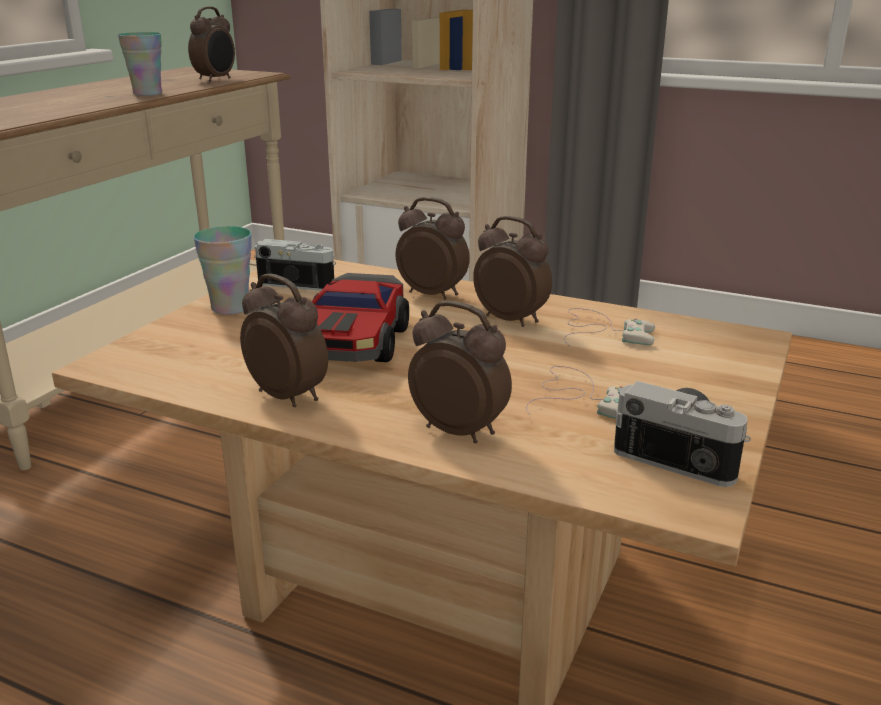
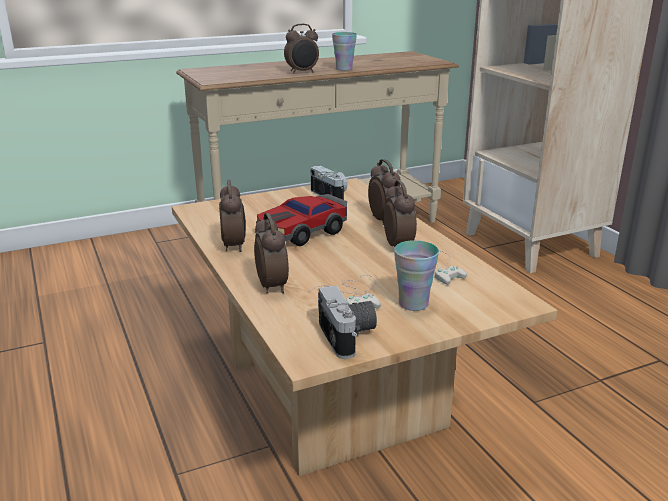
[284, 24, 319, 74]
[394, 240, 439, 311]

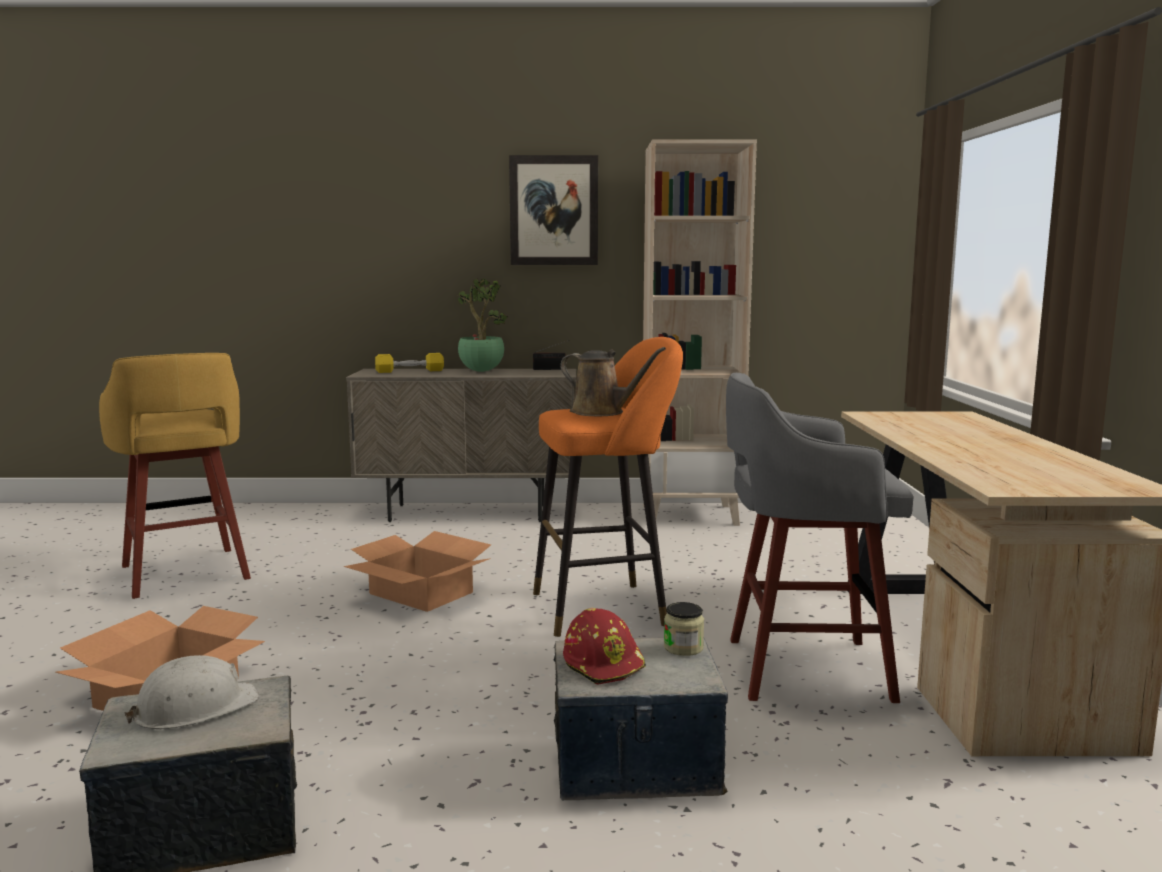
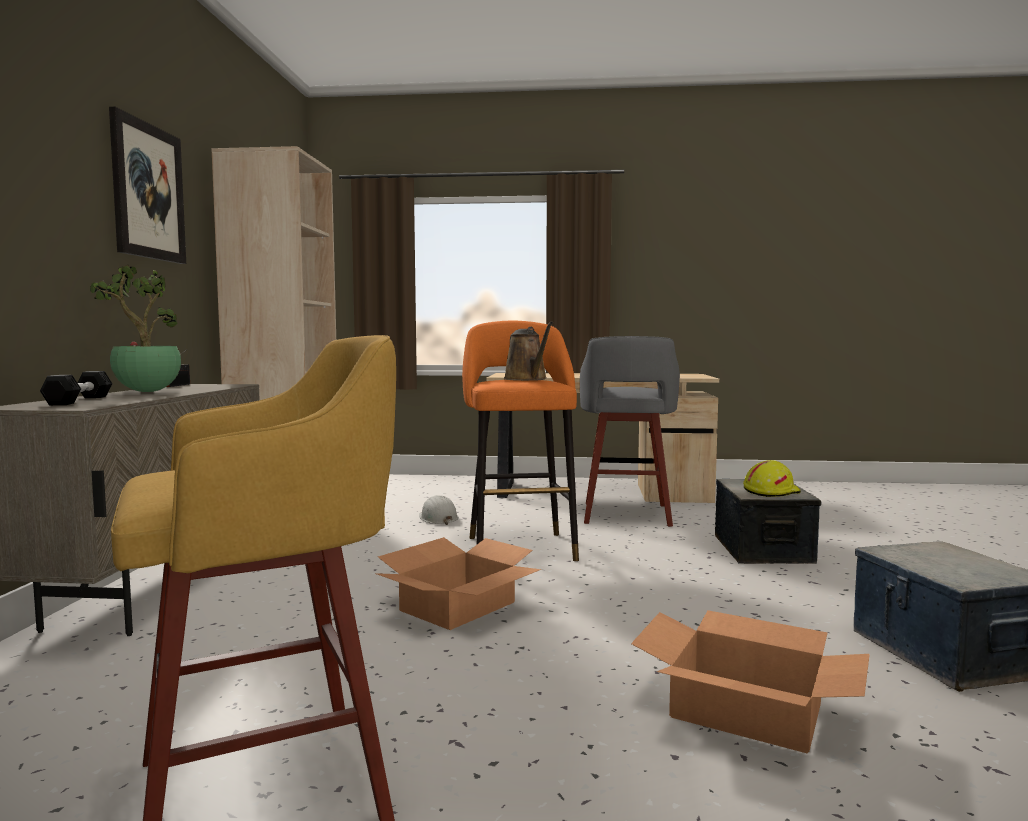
[504, 321, 553, 381]
[40, 371, 112, 405]
[664, 602, 704, 656] (first image)
[743, 460, 801, 497]
[419, 495, 459, 525]

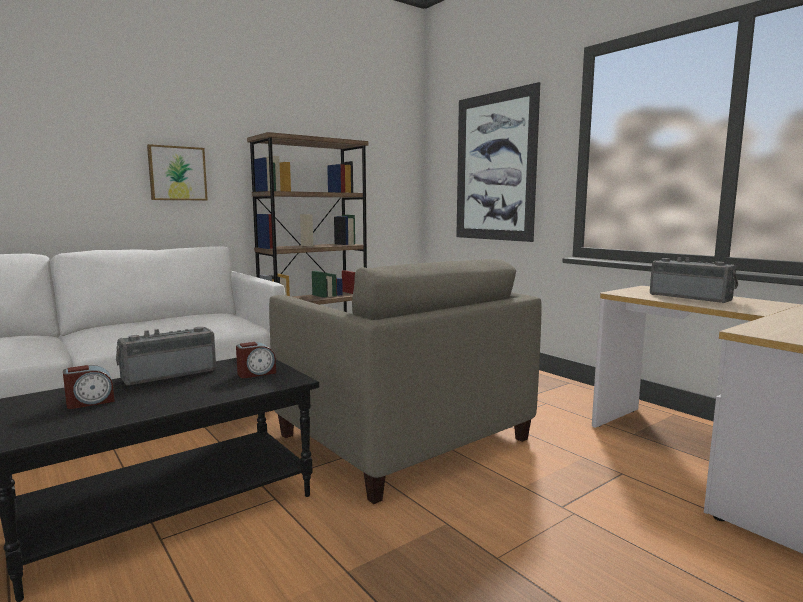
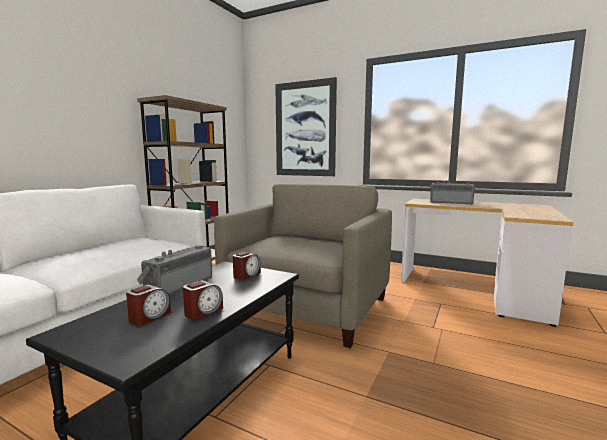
[147, 144, 208, 200] (first image)
[214, 184, 392, 348]
[183, 281, 223, 320]

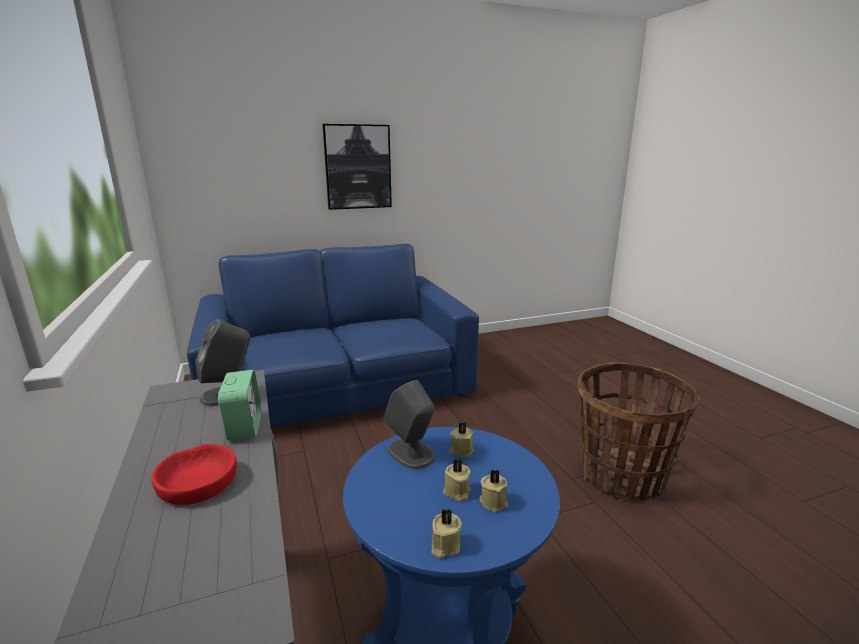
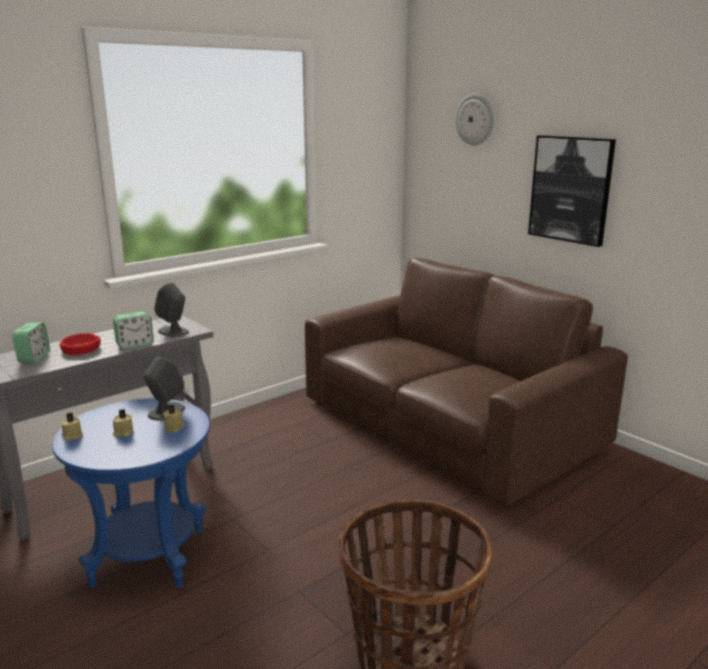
[305, 258, 628, 505]
[479, 469, 508, 512] (first image)
[455, 93, 494, 145]
[12, 323, 50, 363]

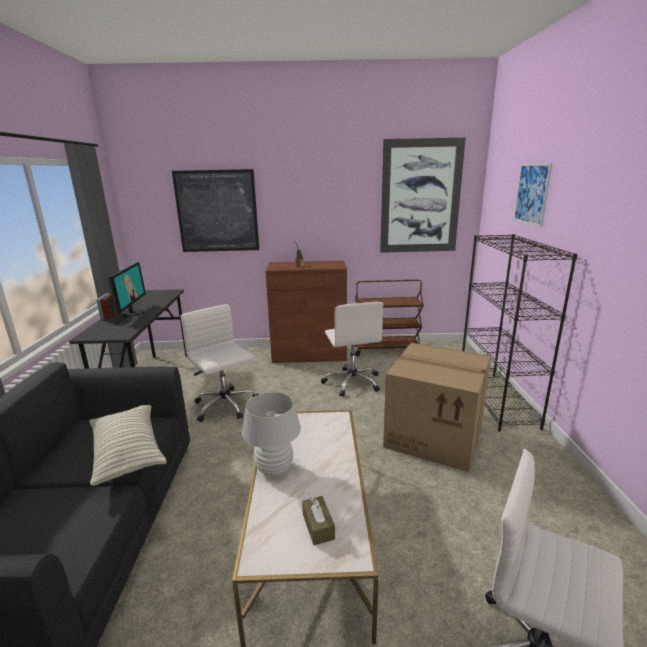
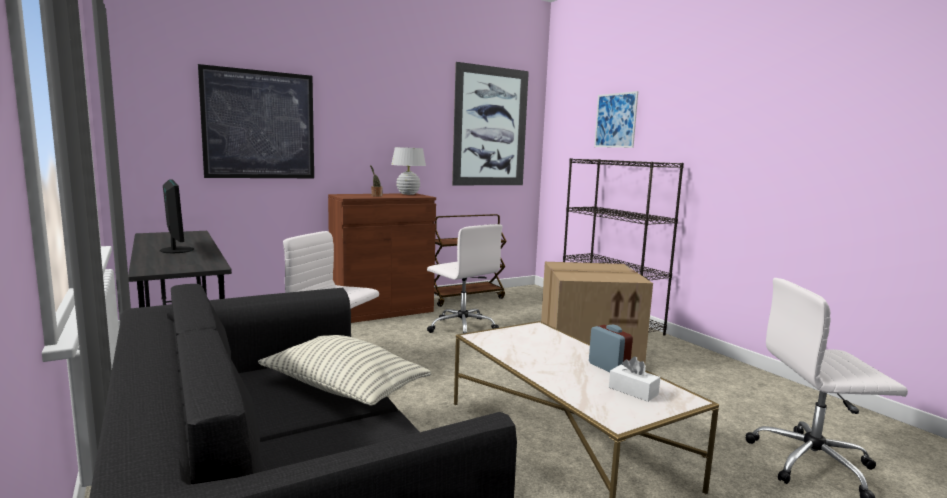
[589, 325, 633, 373]
[391, 147, 426, 195]
[609, 357, 660, 402]

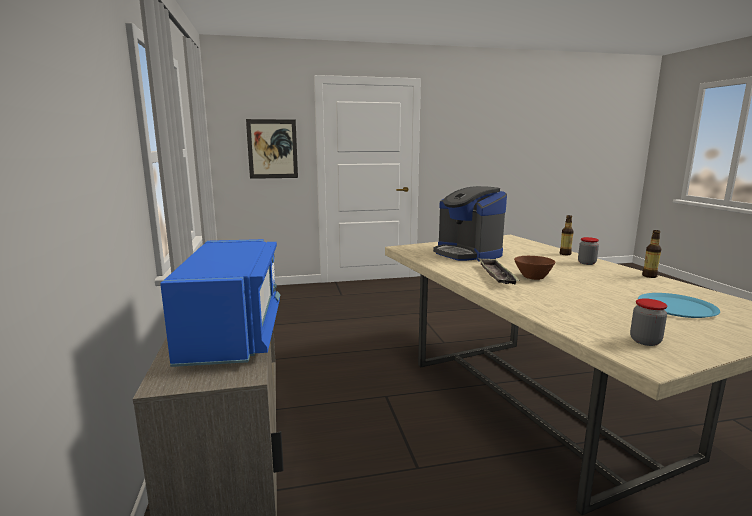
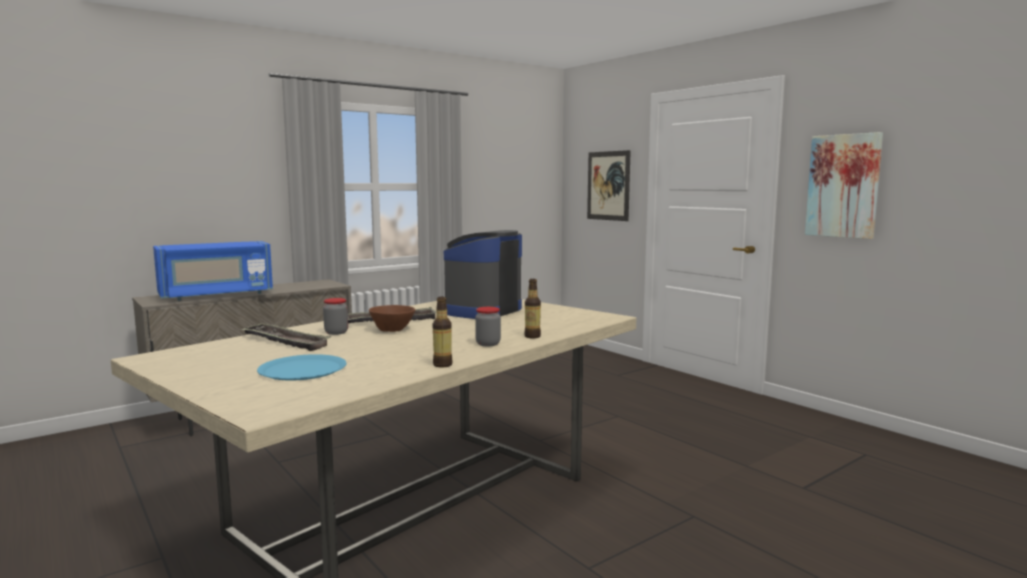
[323, 298, 348, 335]
[805, 132, 883, 239]
[240, 323, 331, 351]

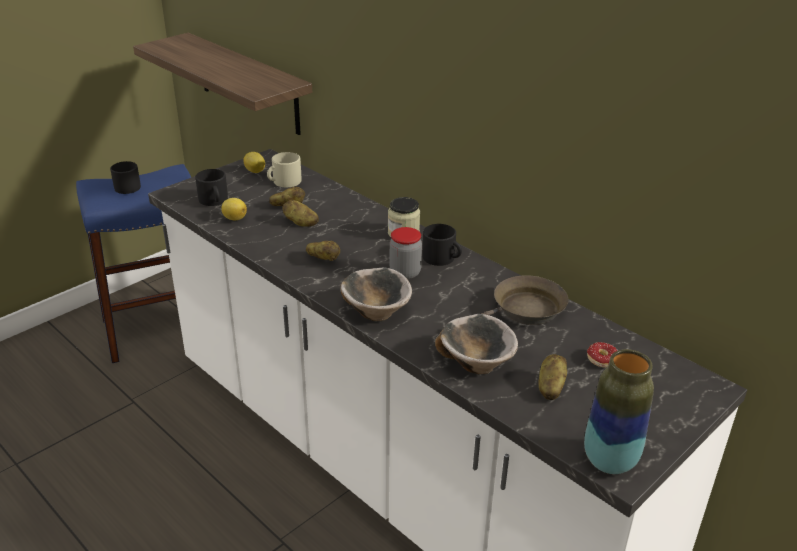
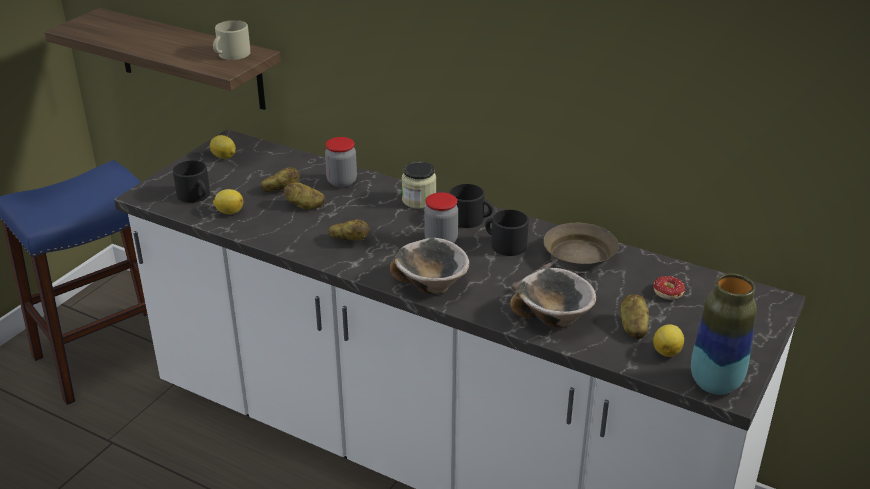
[213, 20, 250, 60]
[485, 210, 529, 256]
[325, 137, 357, 188]
[653, 324, 684, 357]

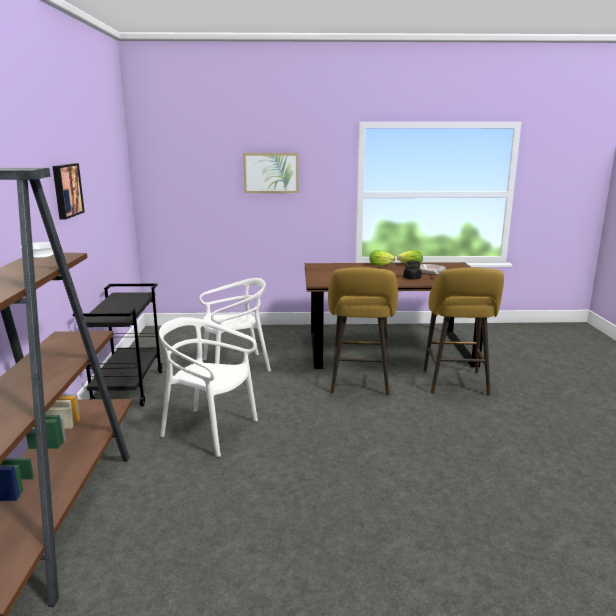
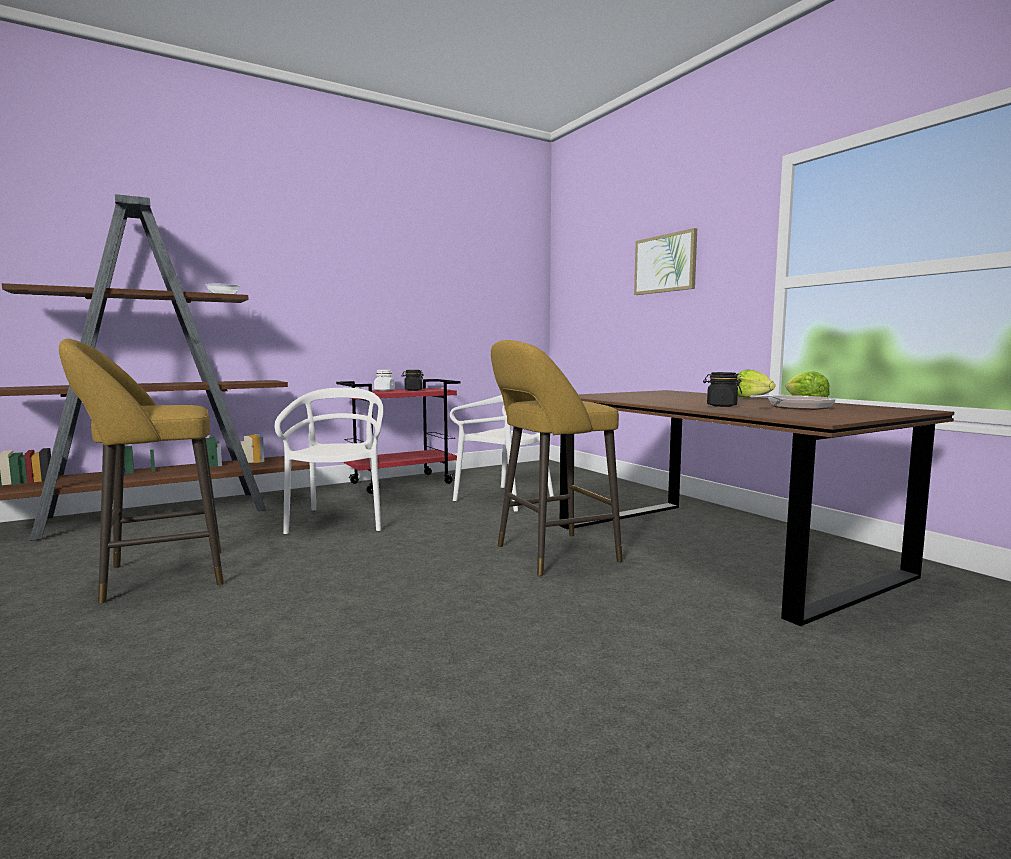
[52, 163, 85, 219] (first image)
[59, 339, 224, 603]
[336, 379, 461, 494]
[374, 370, 395, 391]
[402, 370, 424, 391]

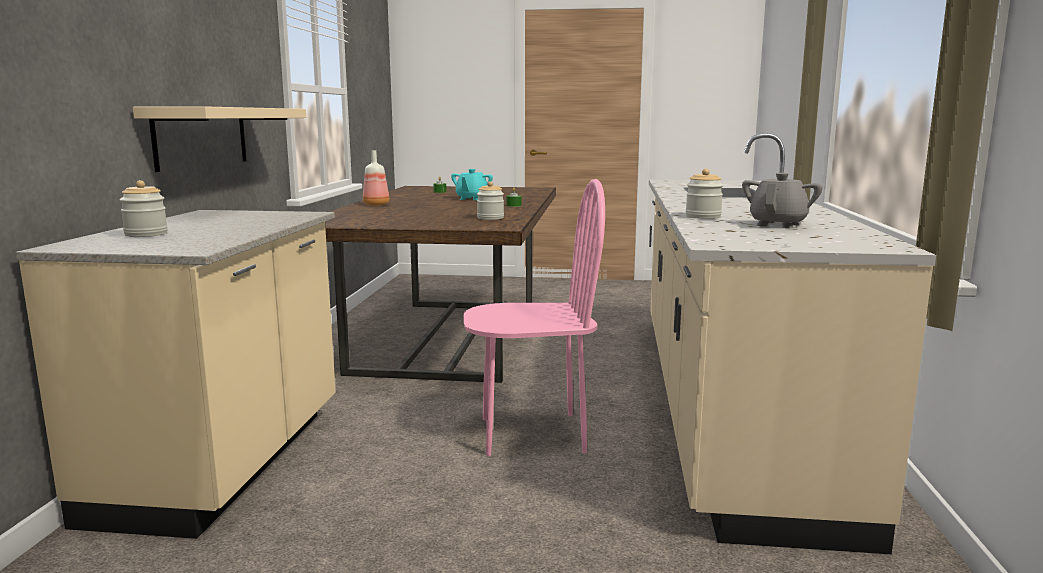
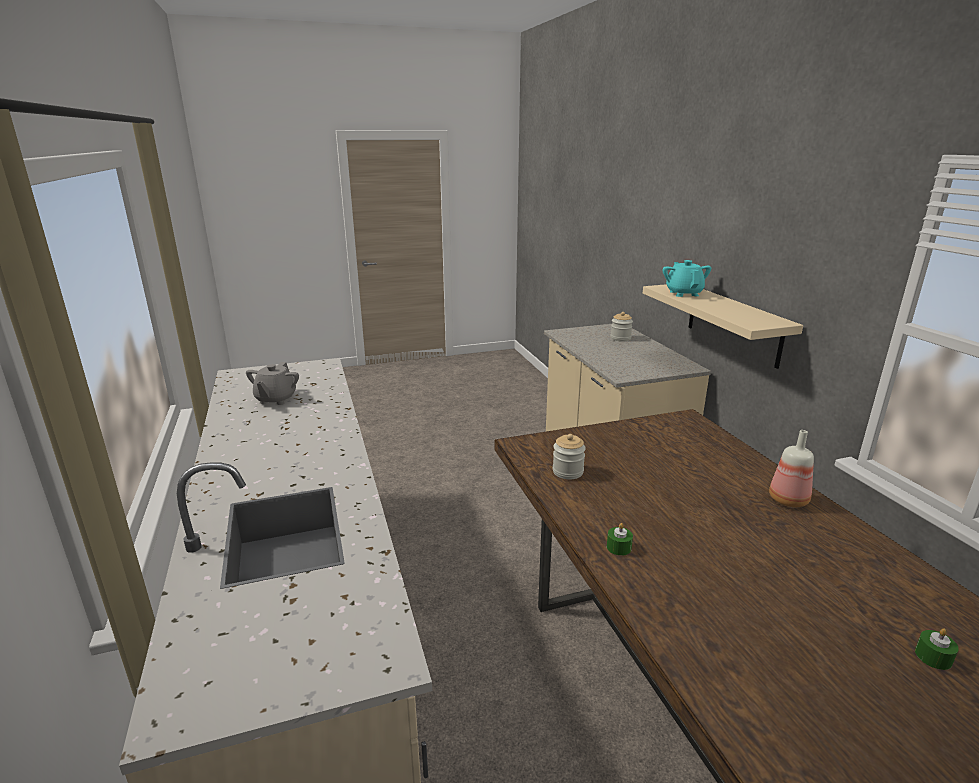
[663, 260, 711, 297]
[685, 169, 723, 219] (first image)
[463, 179, 605, 456] (first image)

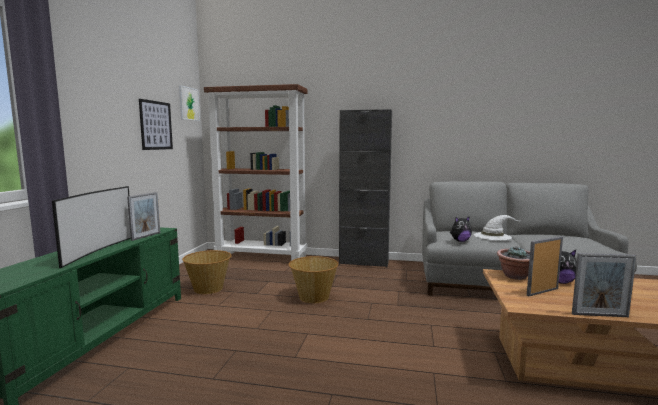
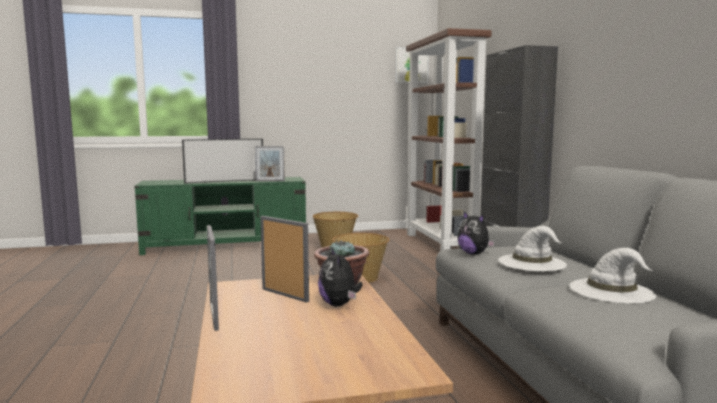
[139, 99, 173, 150] (first image)
[570, 248, 656, 303]

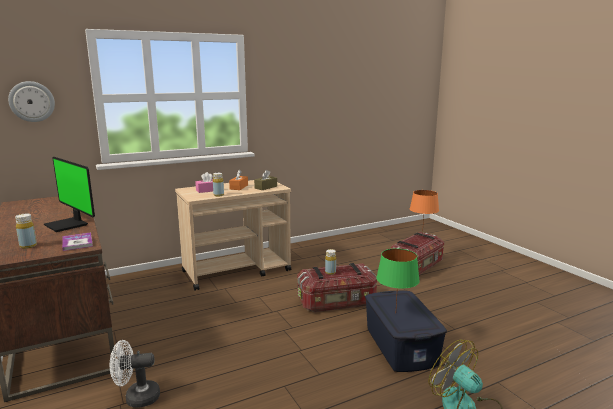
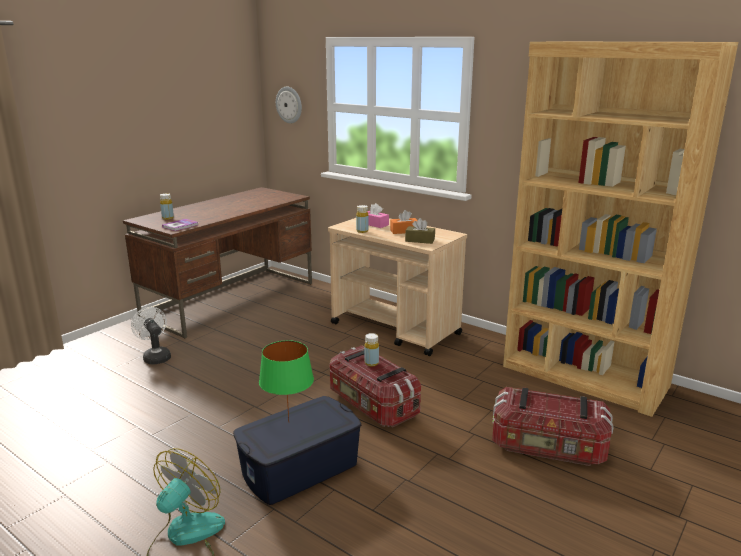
[44, 157, 95, 232] (first image)
[410, 190, 439, 234] (first image)
[503, 42, 738, 417]

